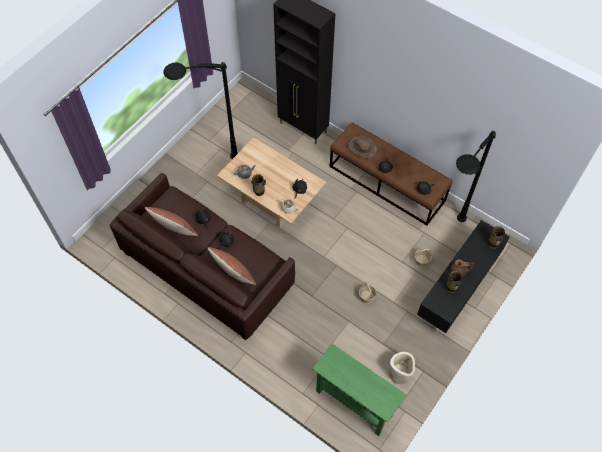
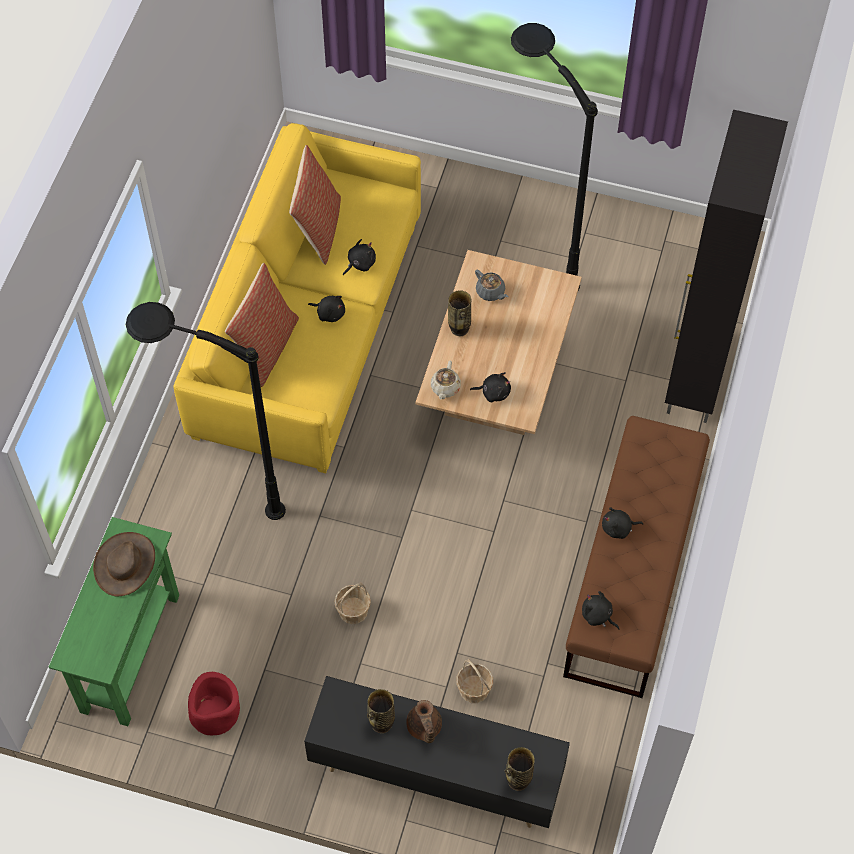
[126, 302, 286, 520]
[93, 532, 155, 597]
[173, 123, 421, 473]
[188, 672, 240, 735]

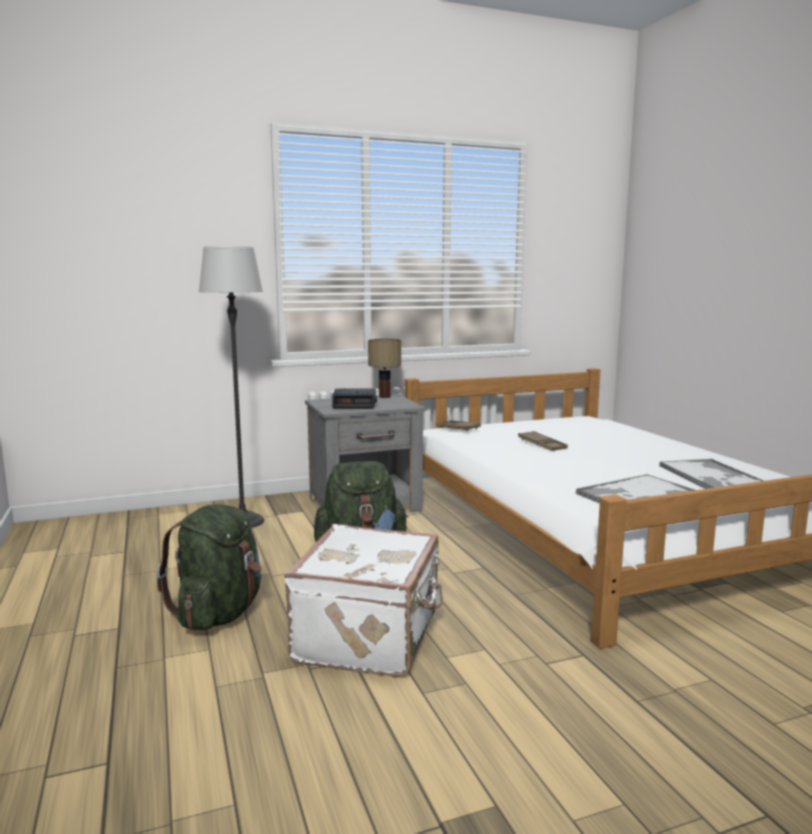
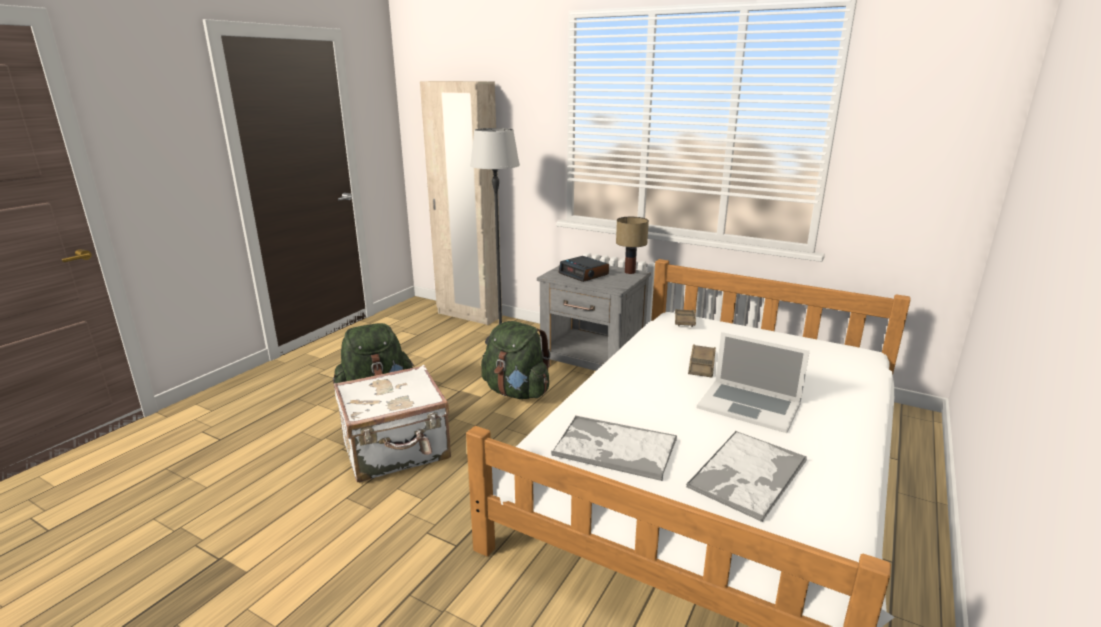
[420, 81, 502, 325]
[697, 332, 810, 433]

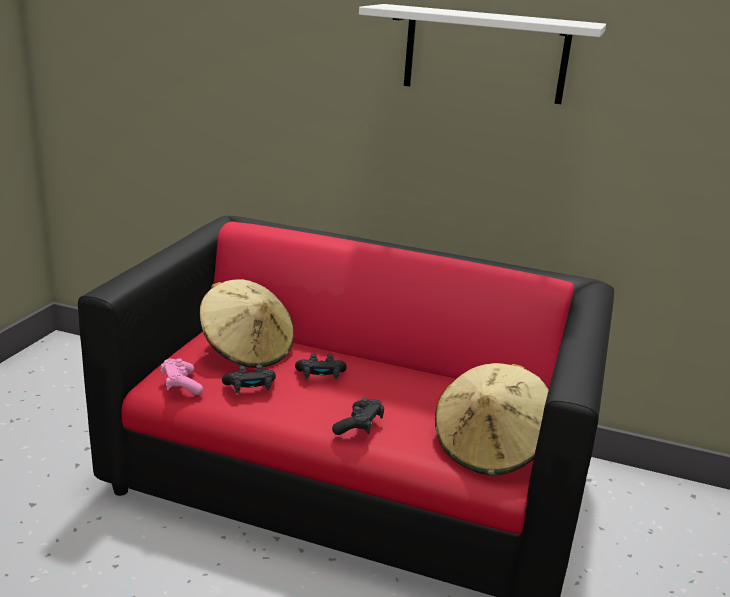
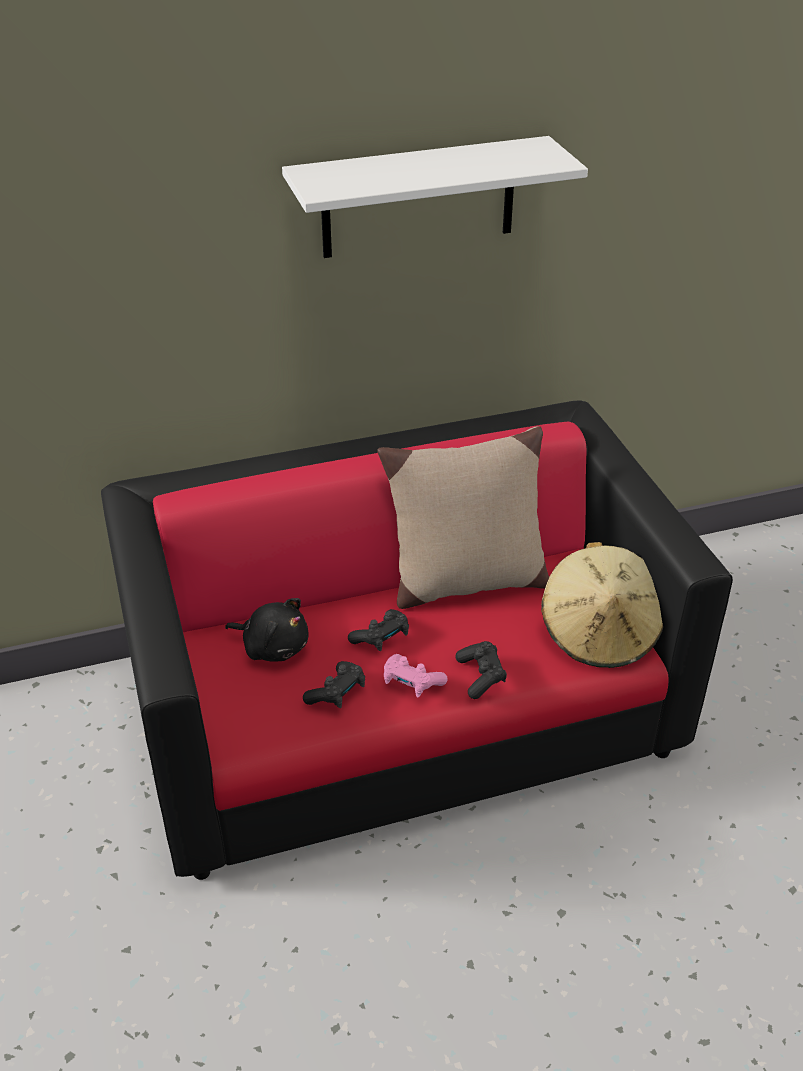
[225, 598, 309, 662]
[384, 654, 448, 697]
[377, 426, 549, 609]

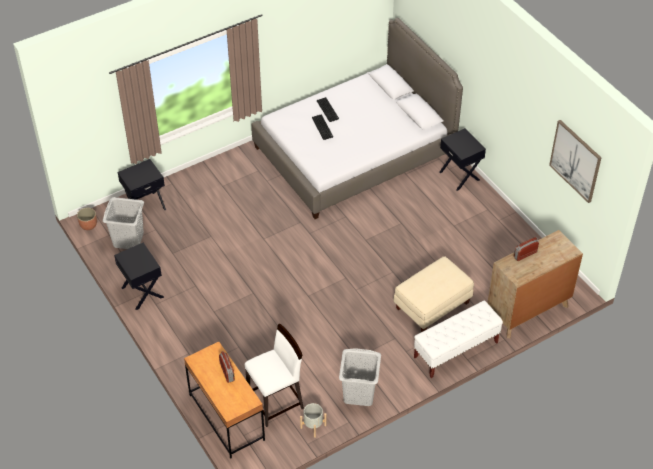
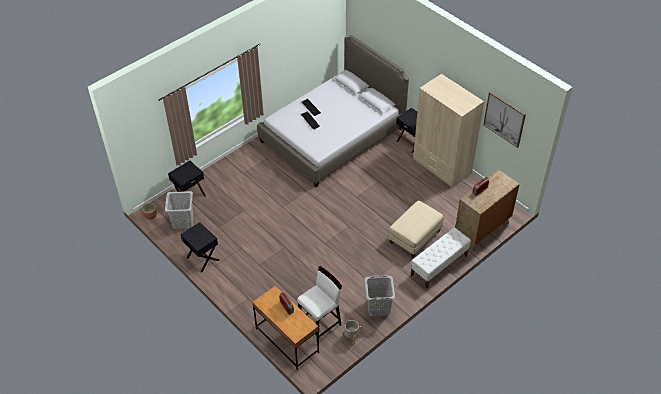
[413, 74, 484, 188]

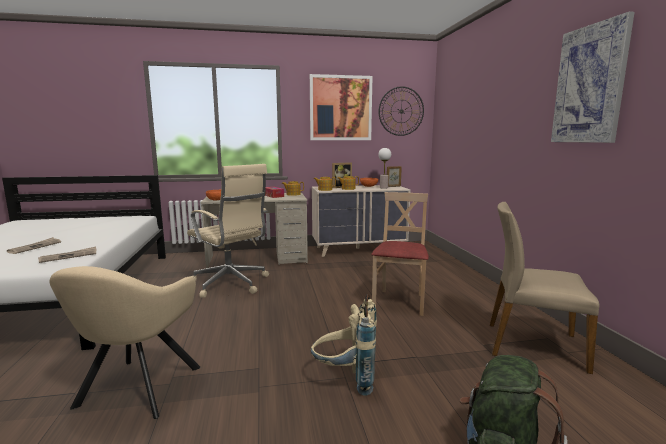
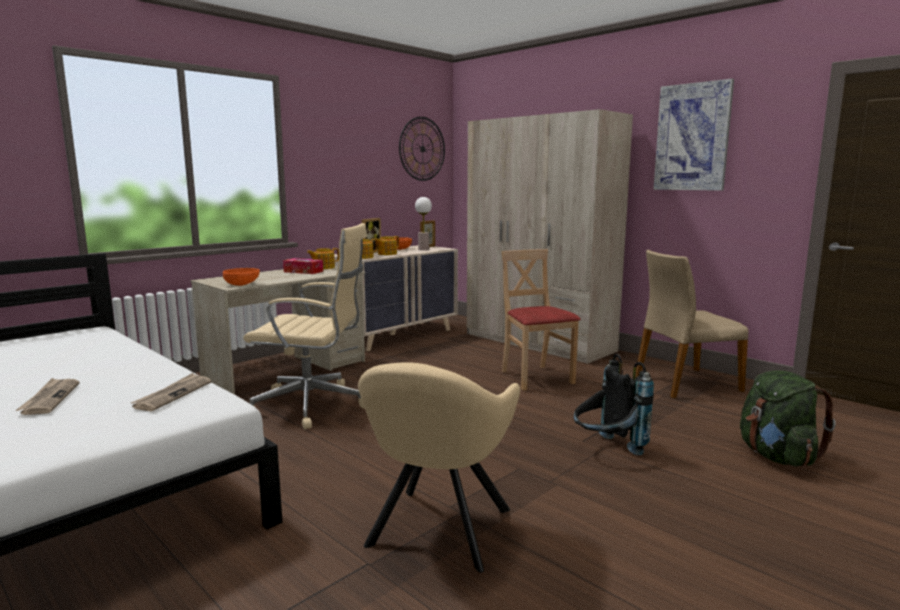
[310, 74, 372, 140] (first image)
[358, 362, 520, 573]
[574, 354, 654, 455]
[467, 109, 633, 364]

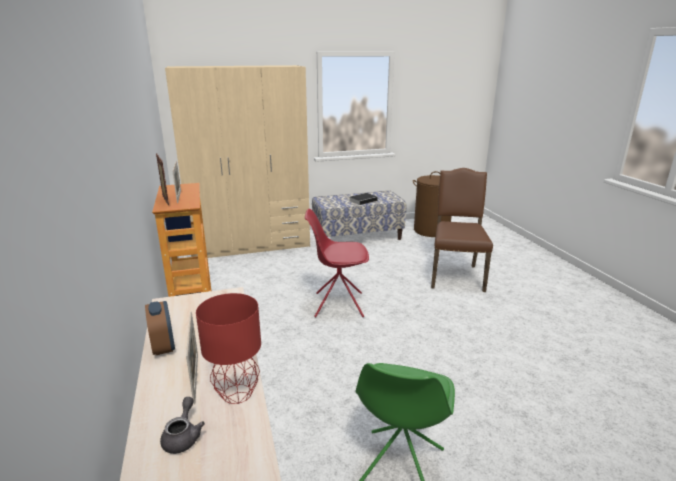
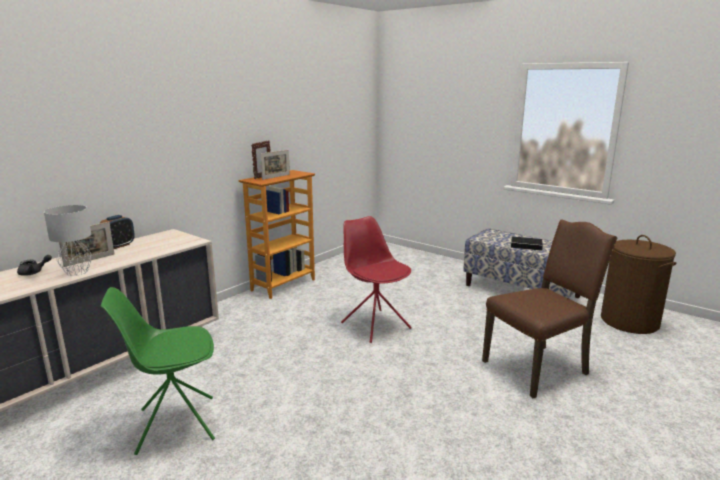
[165, 65, 310, 258] (first image)
[44, 205, 92, 276]

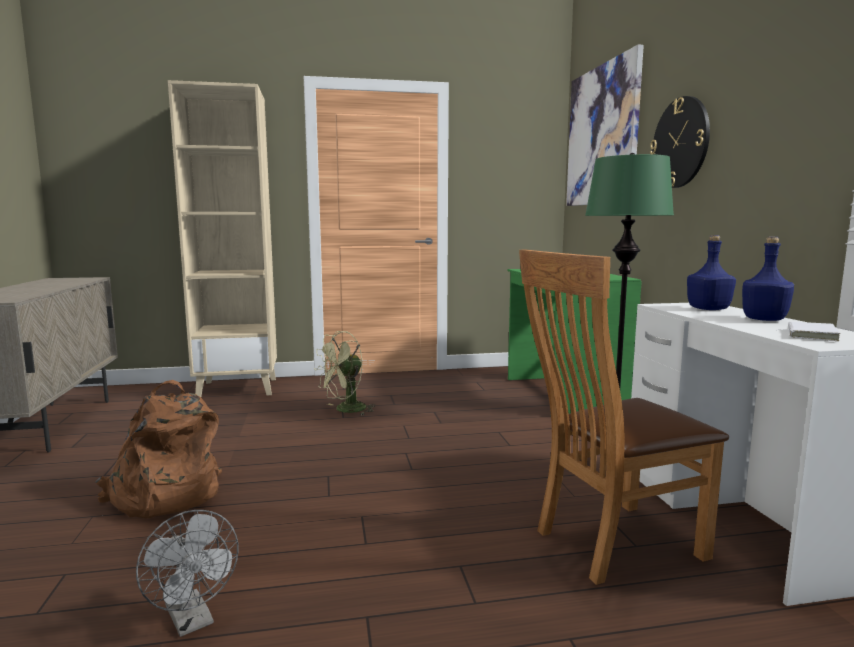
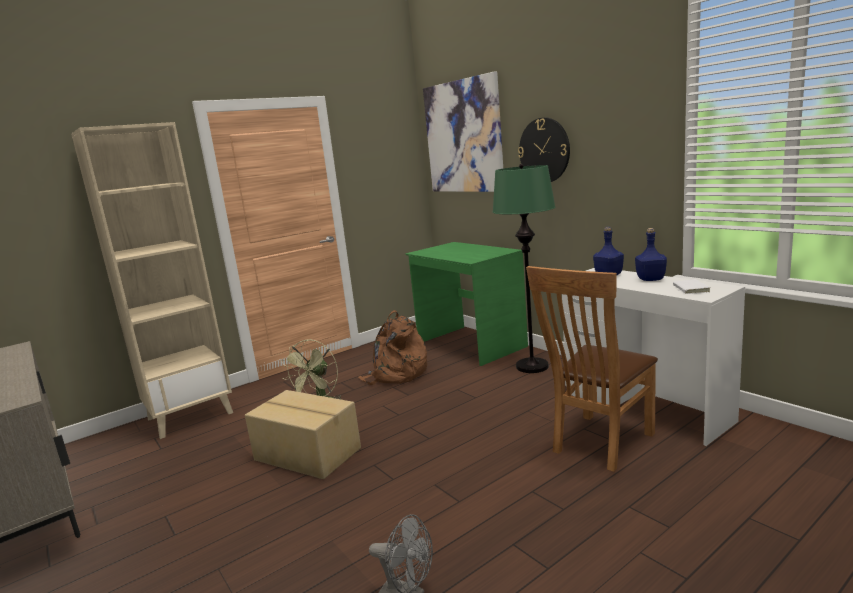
[358, 310, 427, 385]
[245, 390, 361, 479]

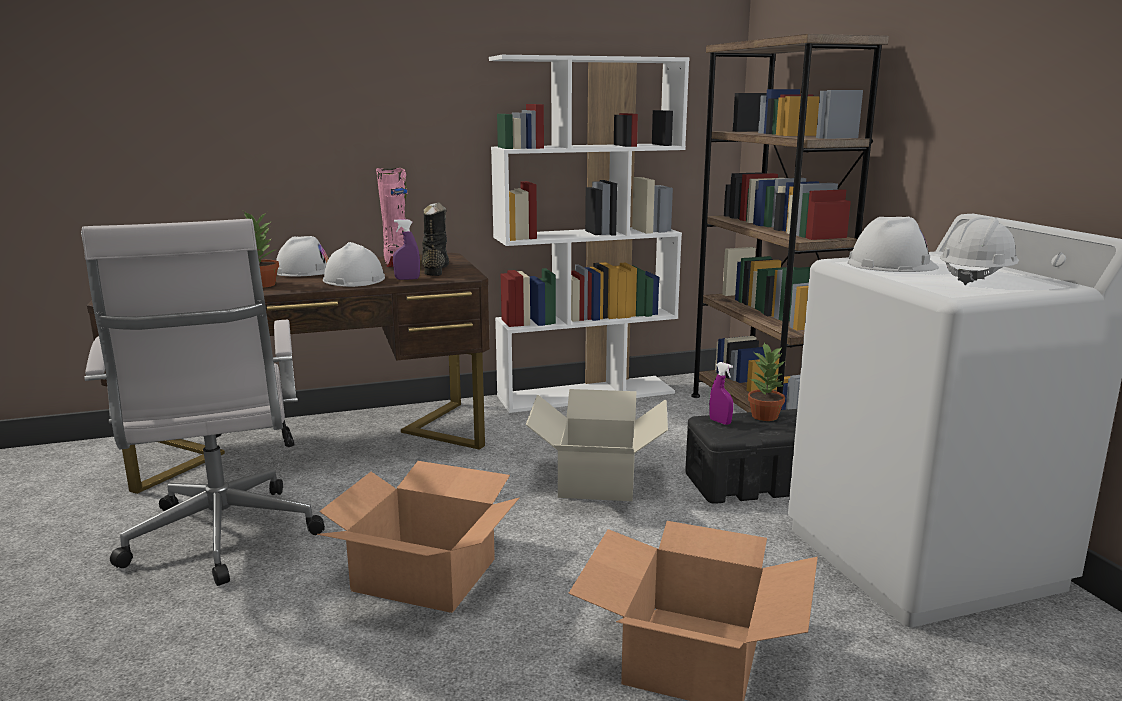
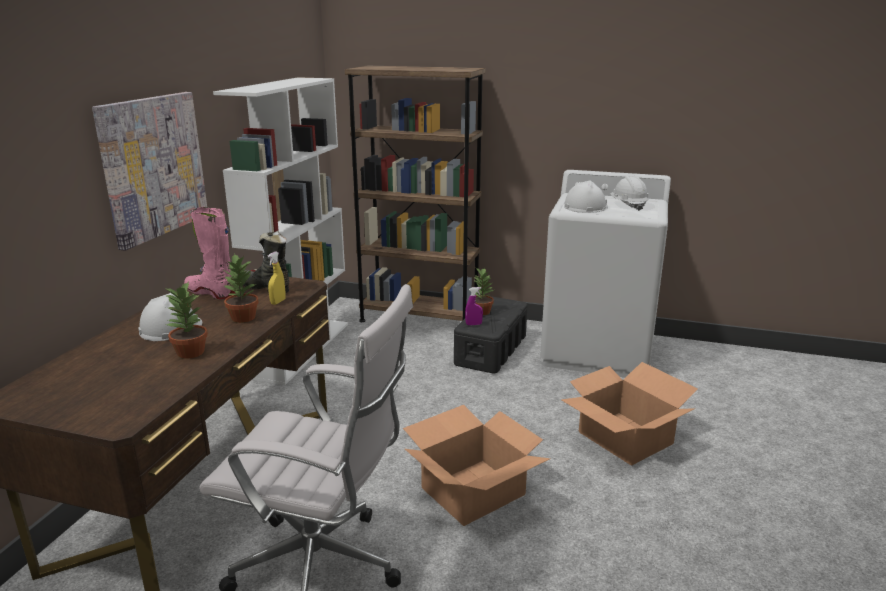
[268, 251, 286, 305]
[223, 254, 259, 323]
[526, 389, 668, 501] (first image)
[92, 92, 207, 251]

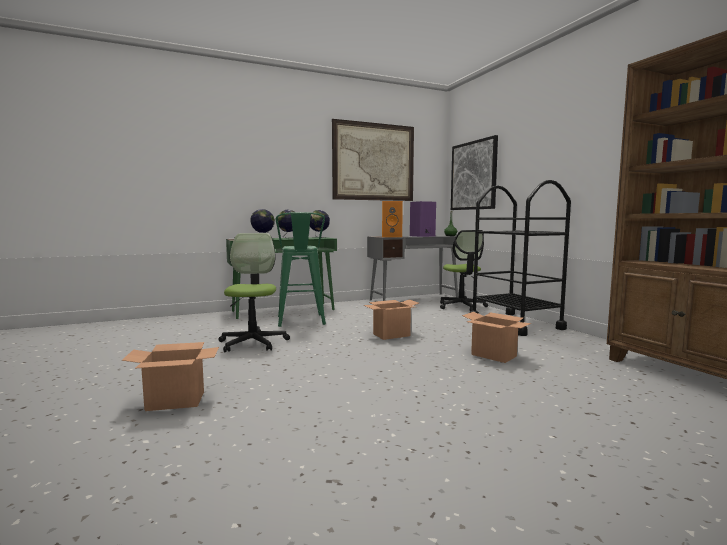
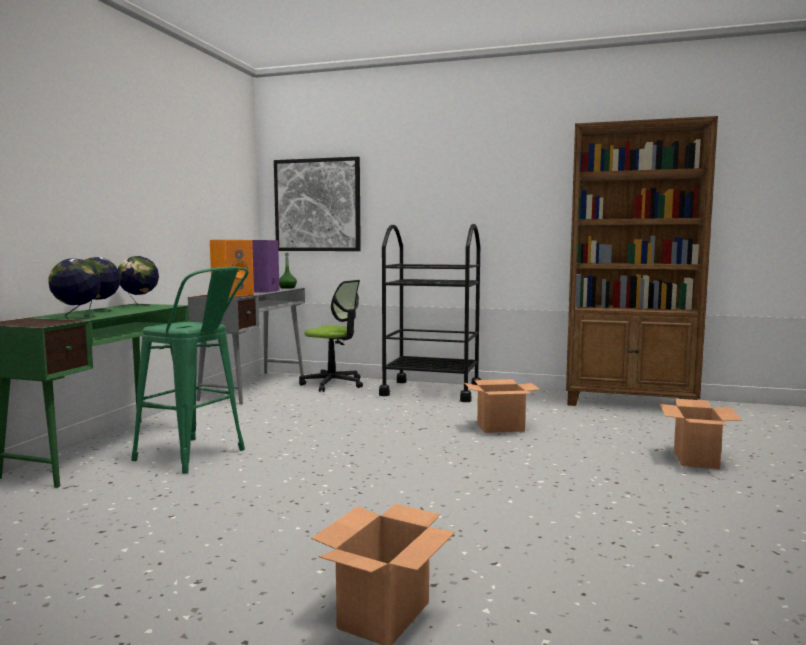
[332, 119, 414, 201] (first image)
[218, 233, 290, 352] (first image)
[659, 399, 742, 469]

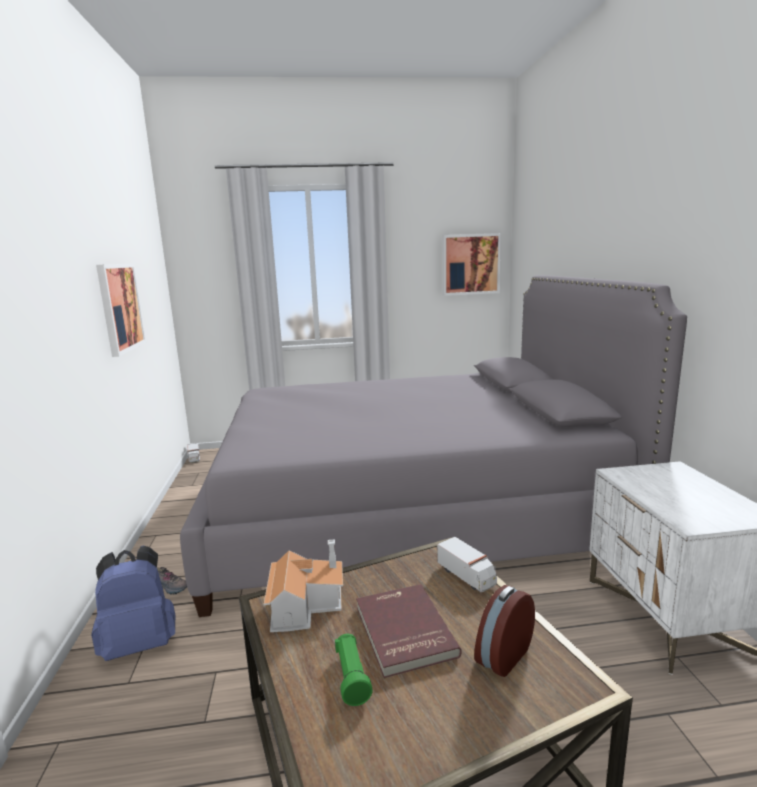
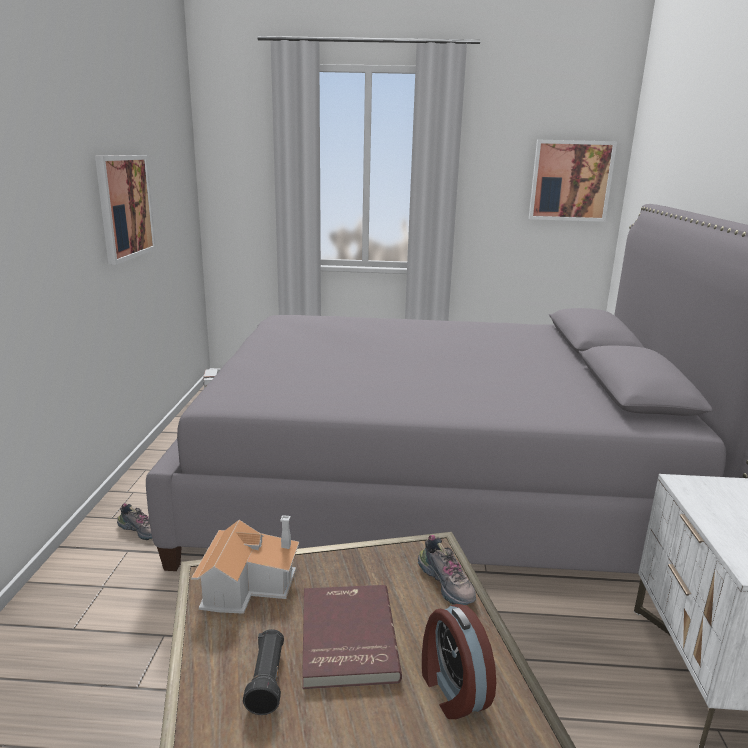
[418, 535, 476, 605]
[91, 545, 176, 661] (first image)
[422, 604, 496, 719]
[243, 629, 284, 715]

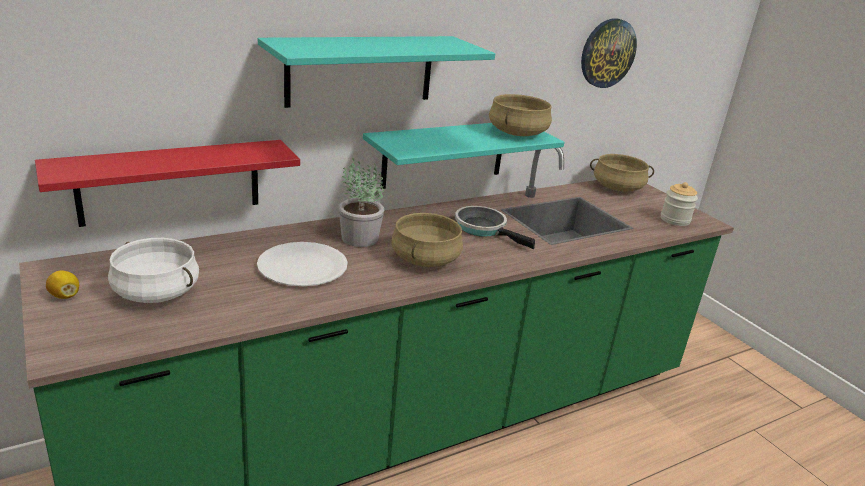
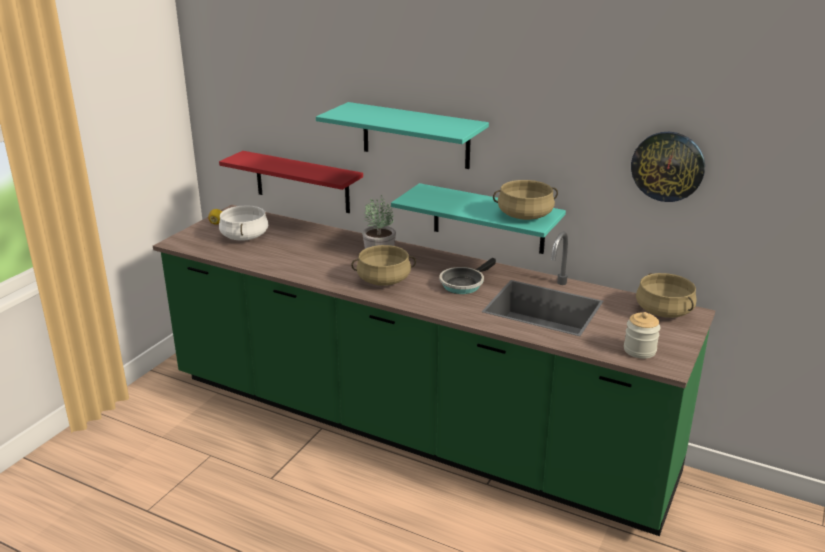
[439, 258, 496, 294]
[257, 242, 348, 286] (first image)

